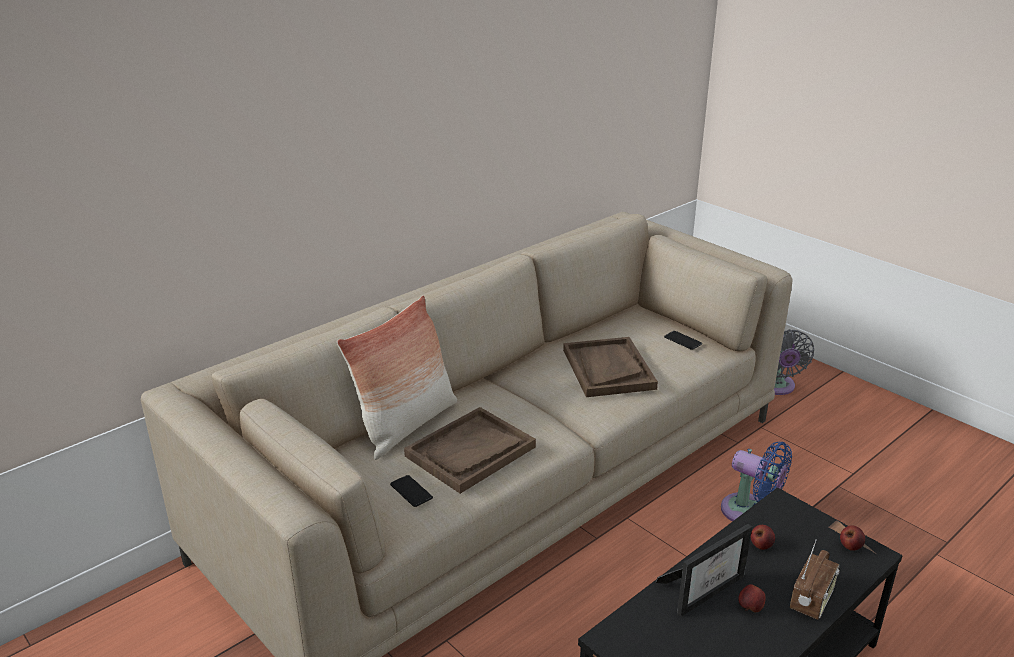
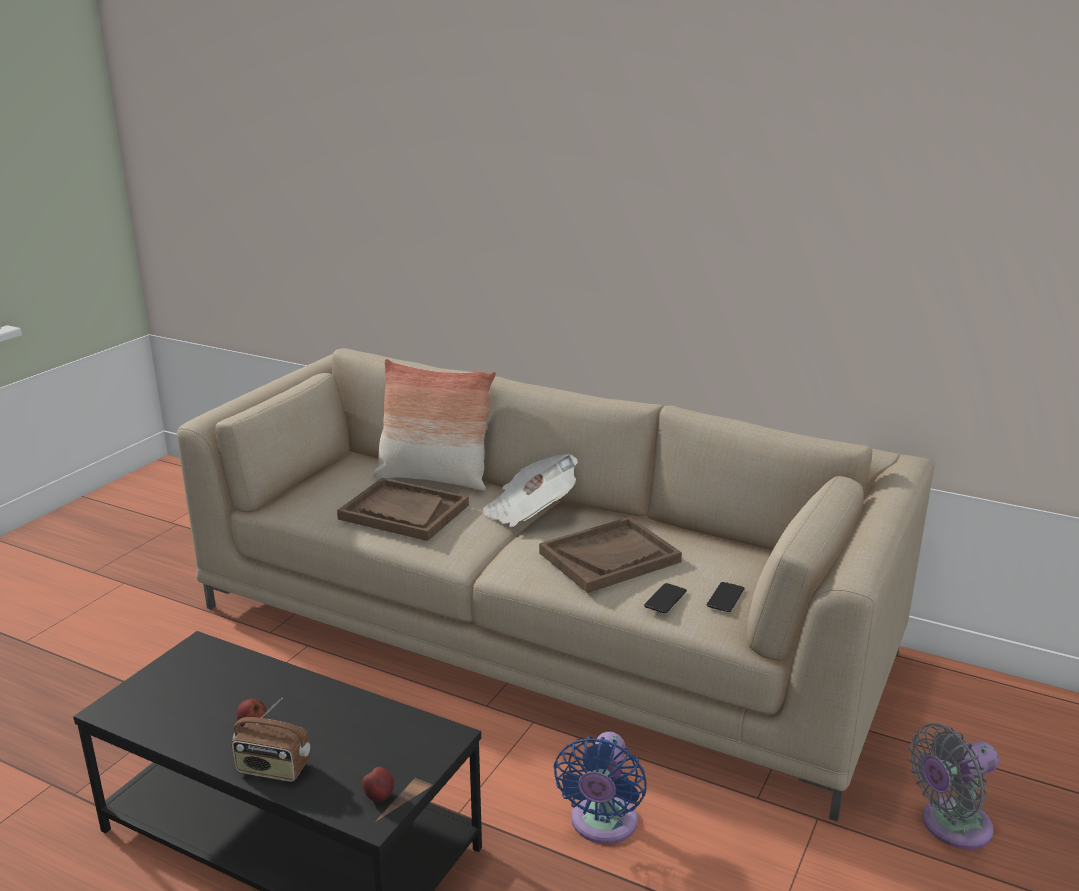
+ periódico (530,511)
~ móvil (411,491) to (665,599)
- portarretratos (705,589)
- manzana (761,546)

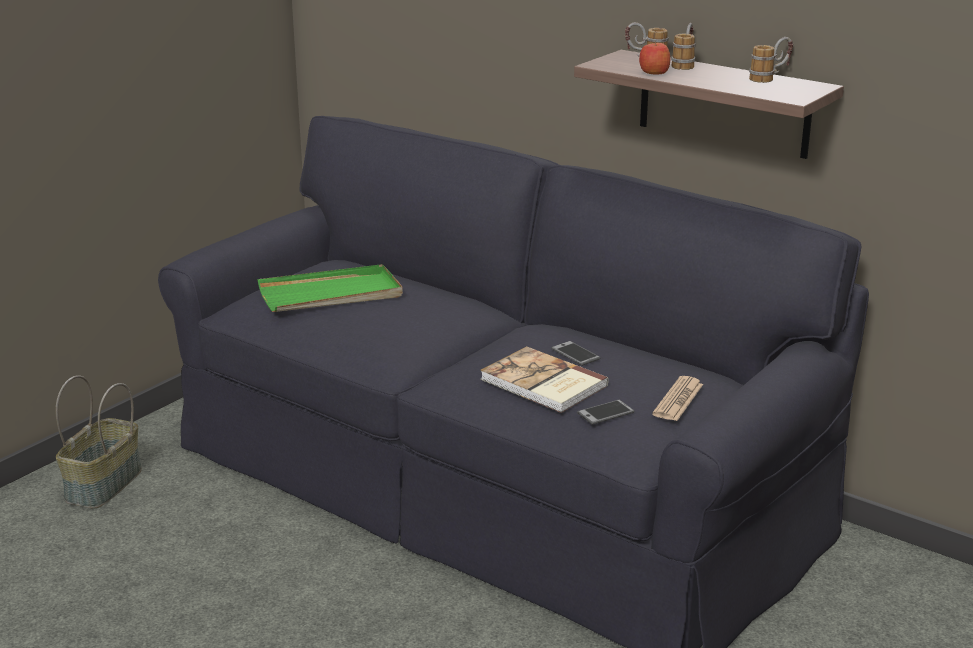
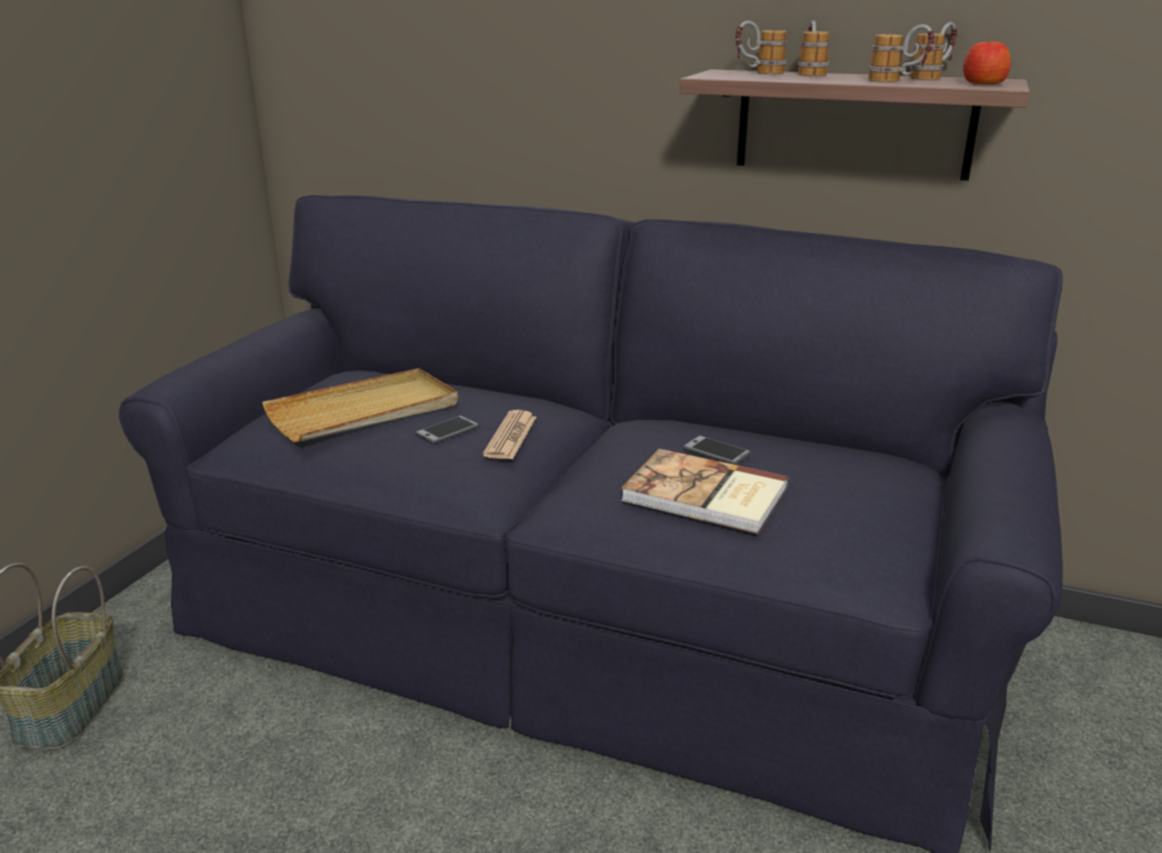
~ bandeja/verde (331,294) to bandeja/beis (364,412)
~ móvil (605,413) to (447,431)
~ periódico (678,400) to (510,436)
+ taza grande (897,81)
~ manzana (654,72) to (982,84)

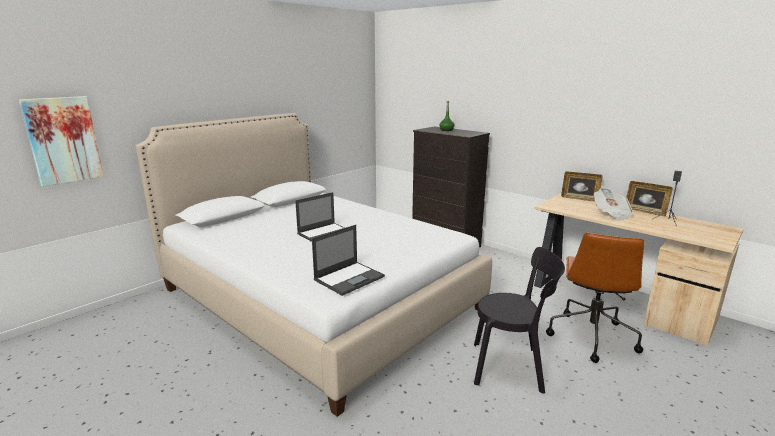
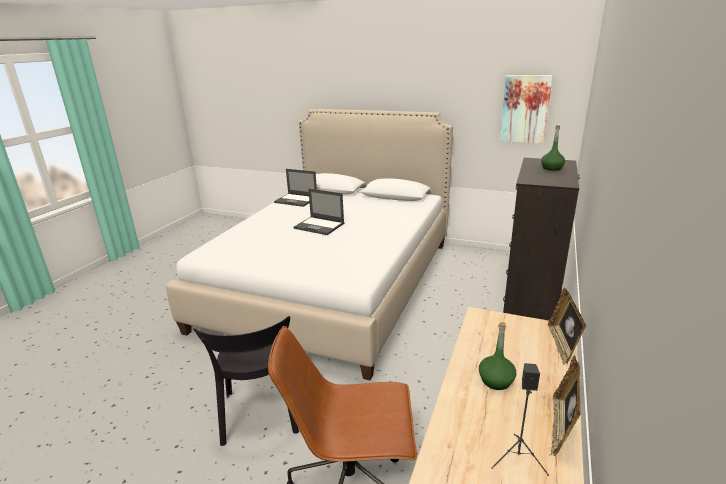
~ portátil (349,278) to (296,200)
~ periódico (611,214) to botella/verde (496,381)
~ cuadro (63,140) to (525,109)

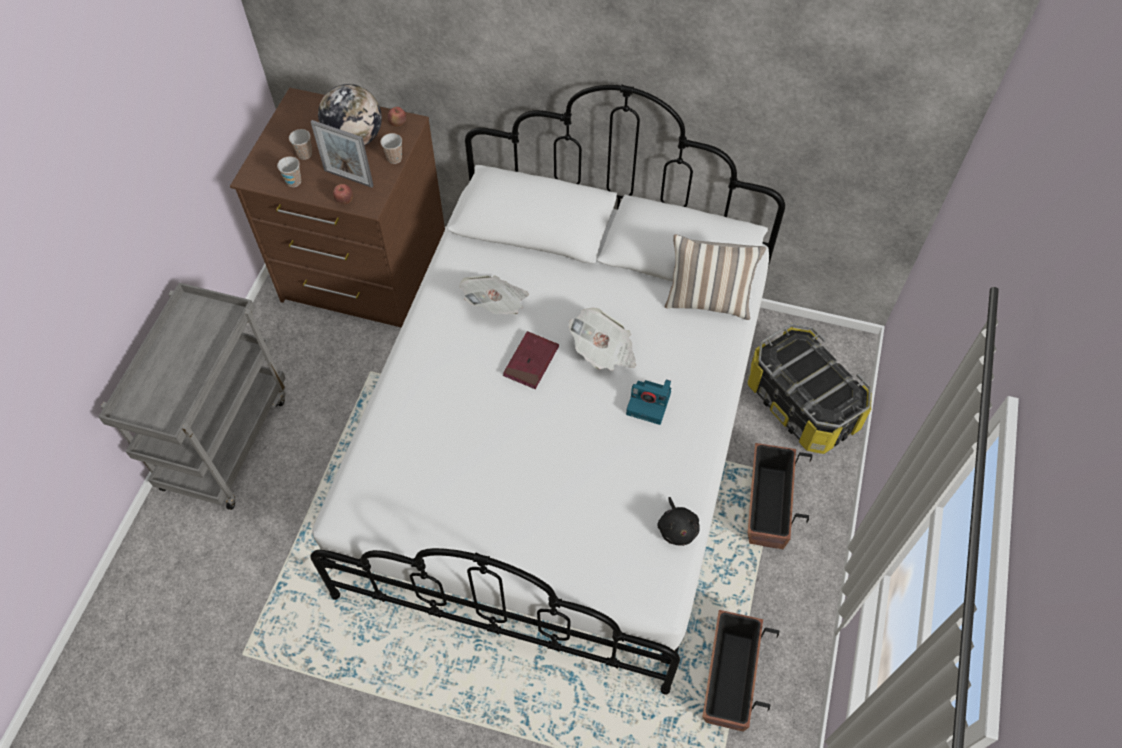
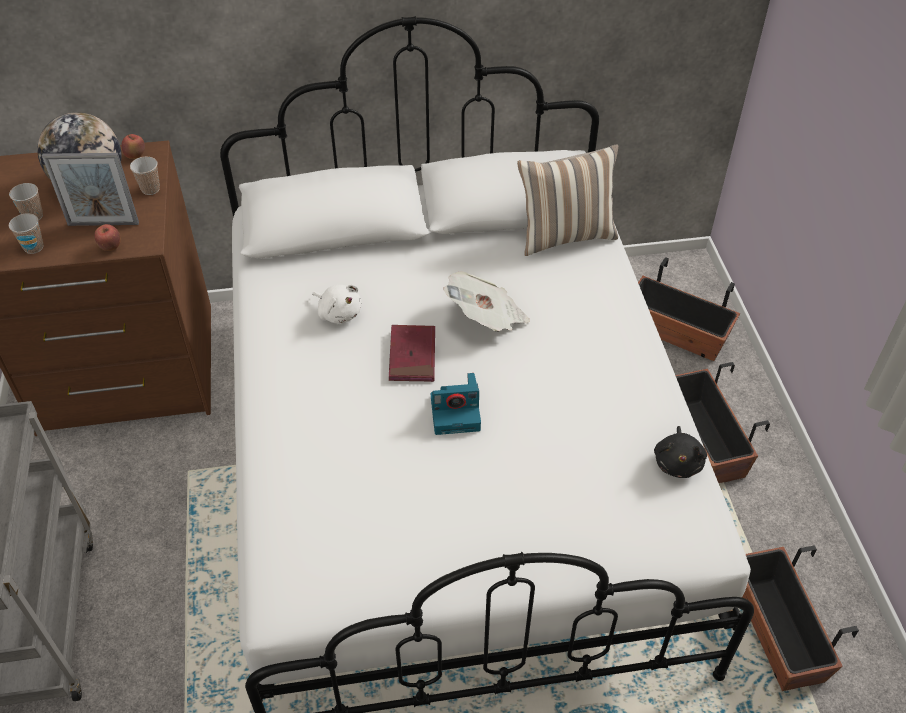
~ periódico (496,304) to peluche/blanco (338,313)
~ cámara (650,403) to (456,412)
~ caja de almacenaje (802,404) to maceta (676,333)
~ peluche/negro (677,528) = (678,462) 45 degrees clockwise

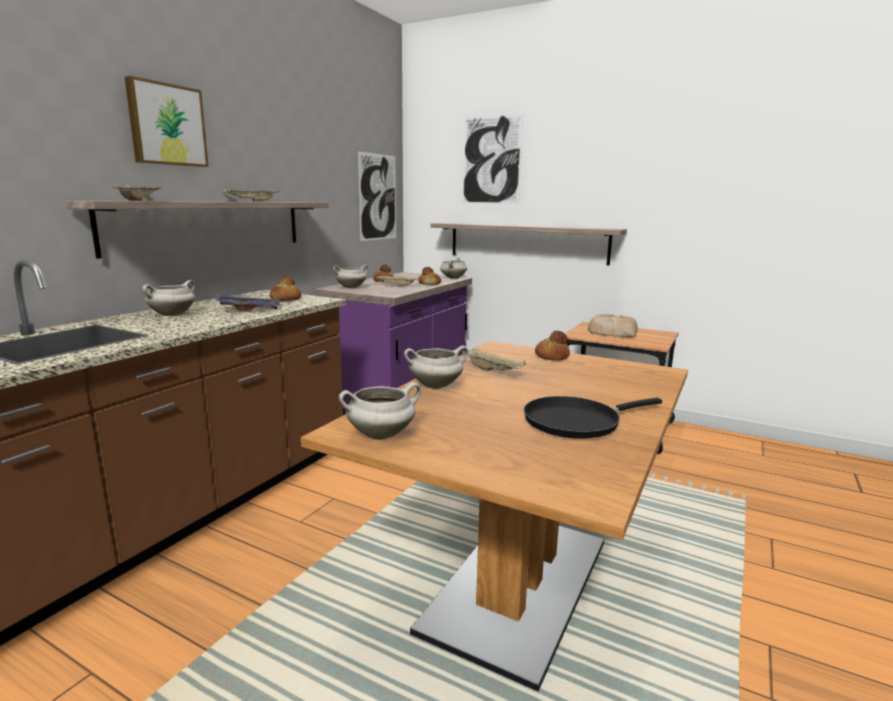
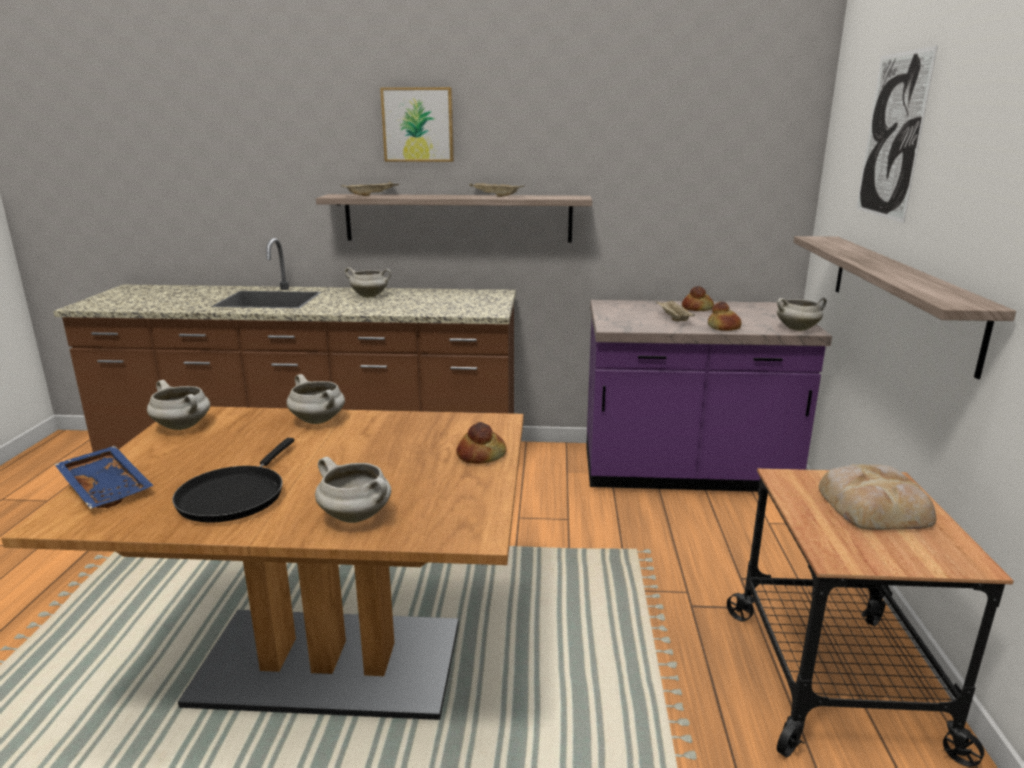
~ bandeja/azul (249,309) to (108,487)
~ sartén/negro (576,421) = (235,495) 120 degrees counterclockwise
~ olla/blanco (351,287) to (357,516)
- pan (285,299)
- cuadro (378,197)
- bandeja/beis (493,371)

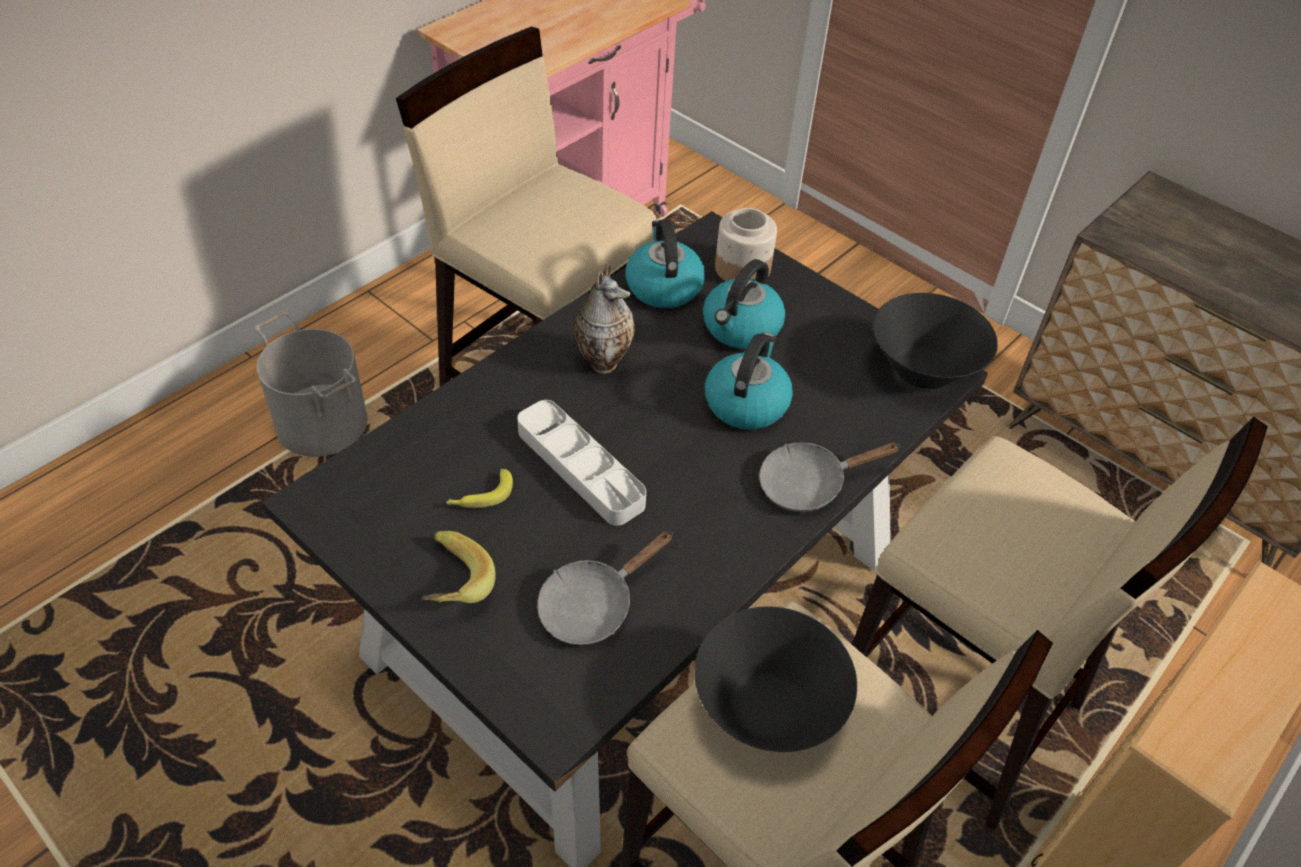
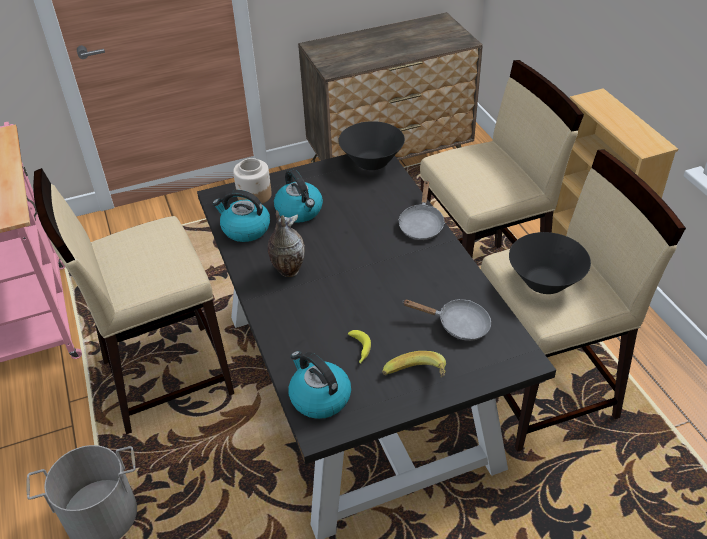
~ hervidor (746,402) to (319,397)
~ sartén/gris (593,605) = (458,325) 60 degrees counterclockwise
- bandeja/gris (580,467)

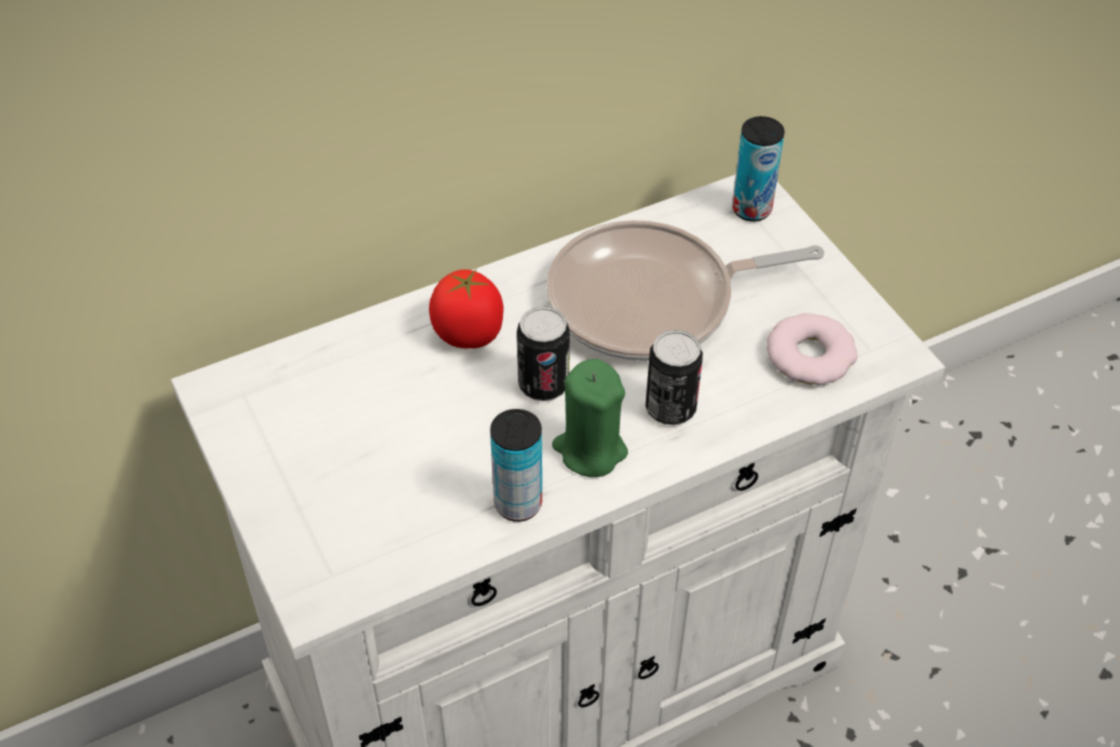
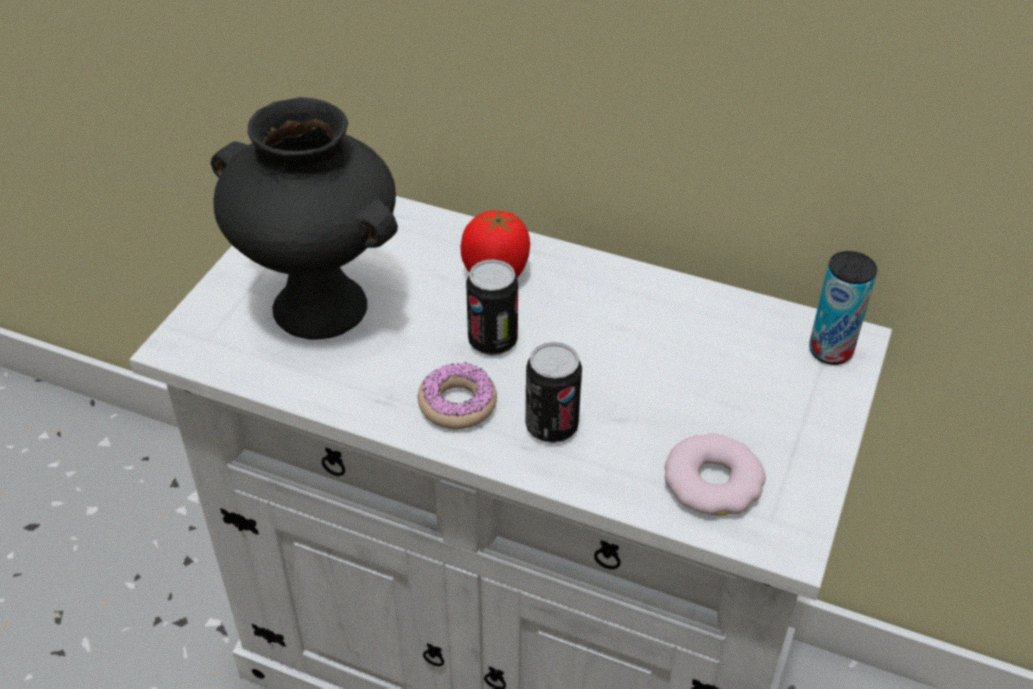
+ florero/negro (323,306)
~ vela/verde (590,449) to rosquilla (457,404)
- lata (518,504)
- sartén (651,301)

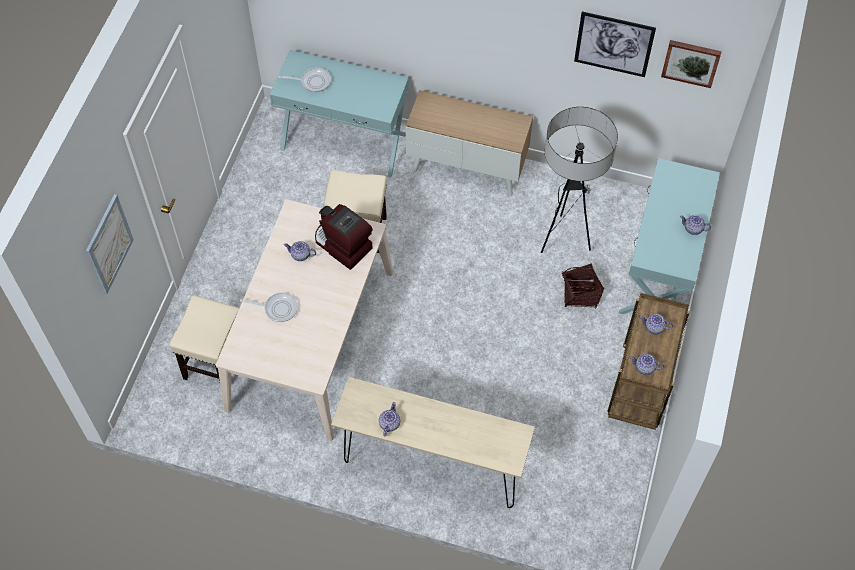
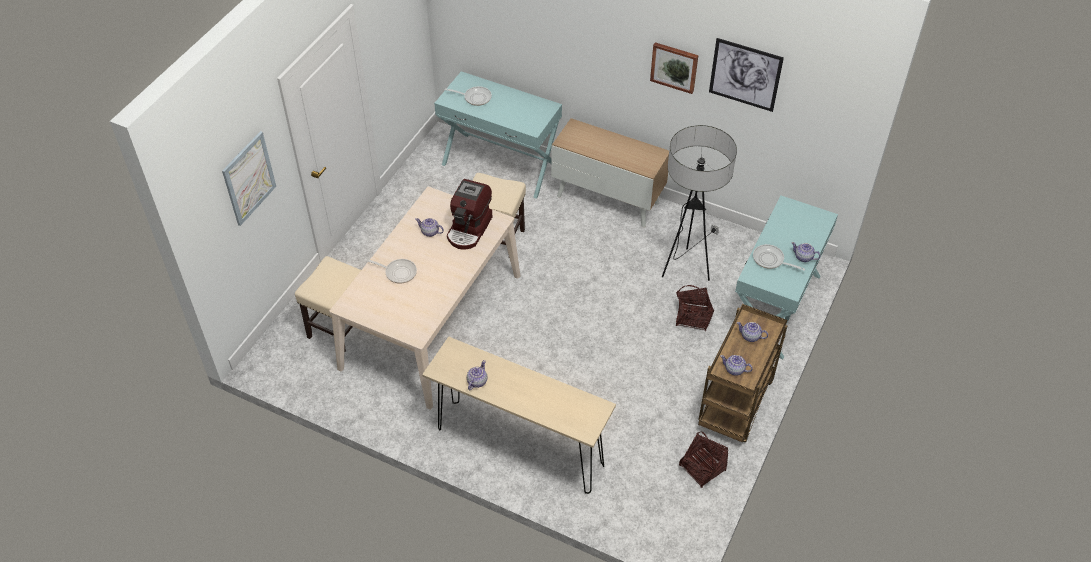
~ cafetera (342,245) = (469,229) 120 degrees counterclockwise
~ cuadro (691,62) to (674,67)
+ cesta (702,468)
+ sartén (770,260)

